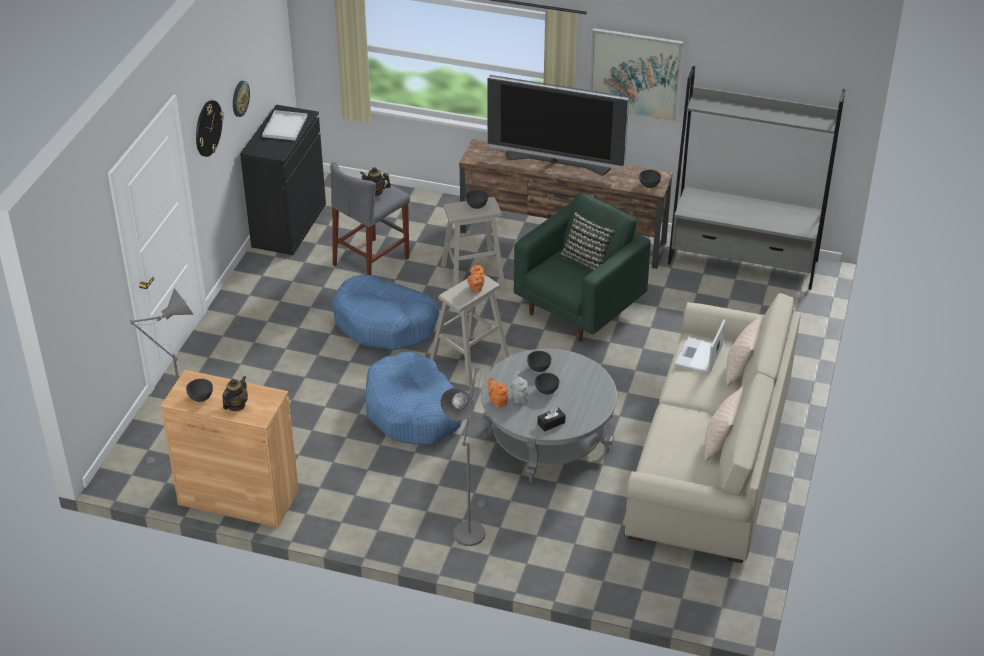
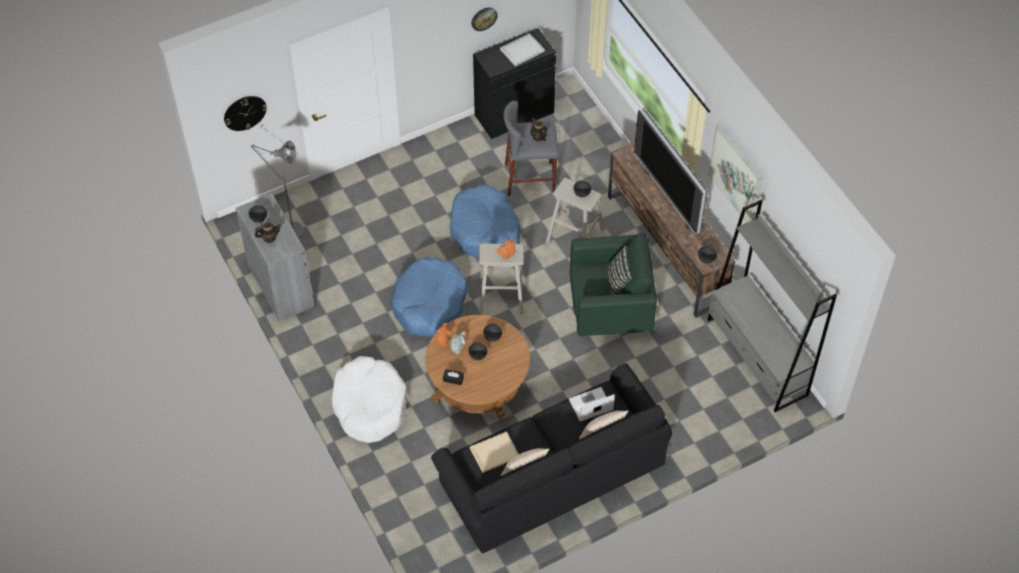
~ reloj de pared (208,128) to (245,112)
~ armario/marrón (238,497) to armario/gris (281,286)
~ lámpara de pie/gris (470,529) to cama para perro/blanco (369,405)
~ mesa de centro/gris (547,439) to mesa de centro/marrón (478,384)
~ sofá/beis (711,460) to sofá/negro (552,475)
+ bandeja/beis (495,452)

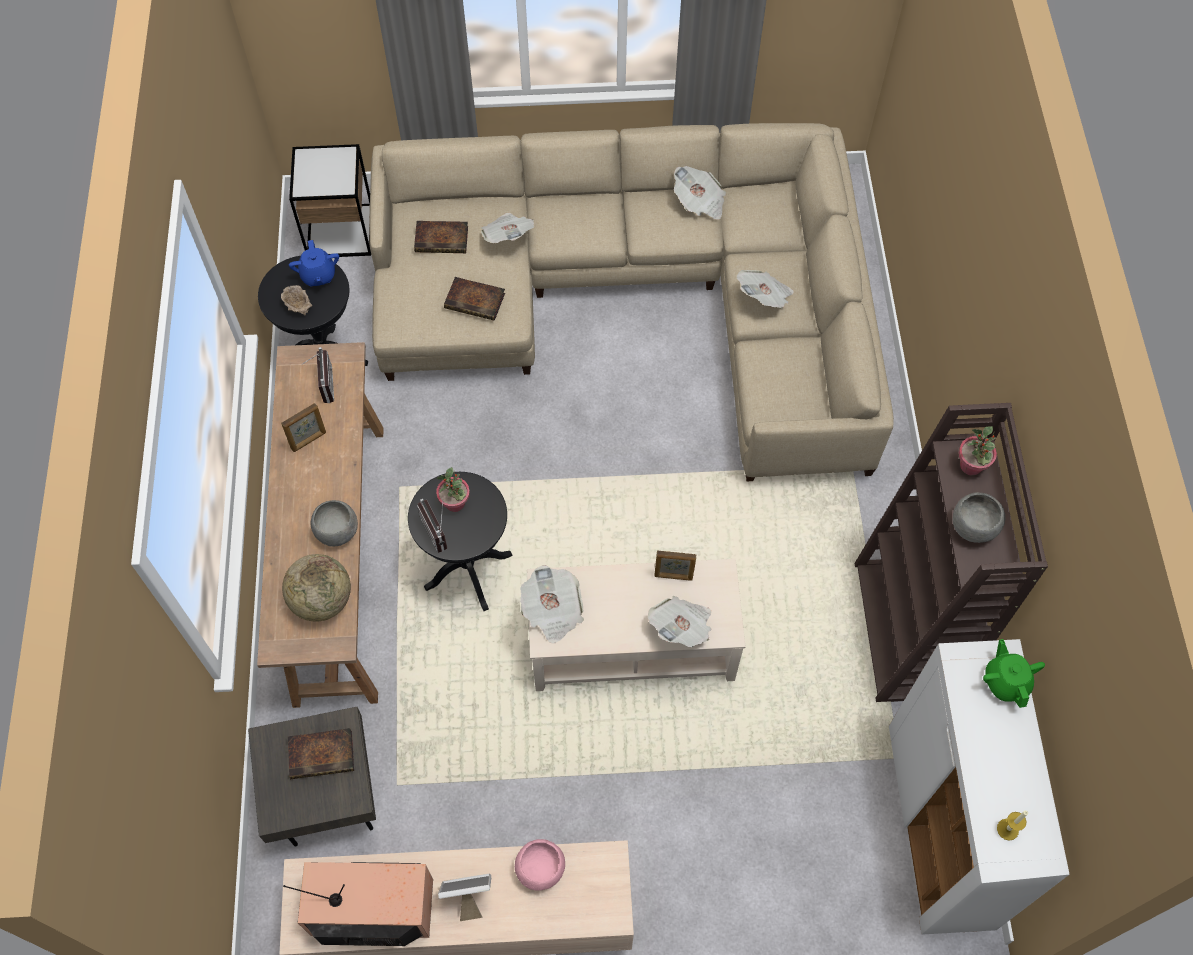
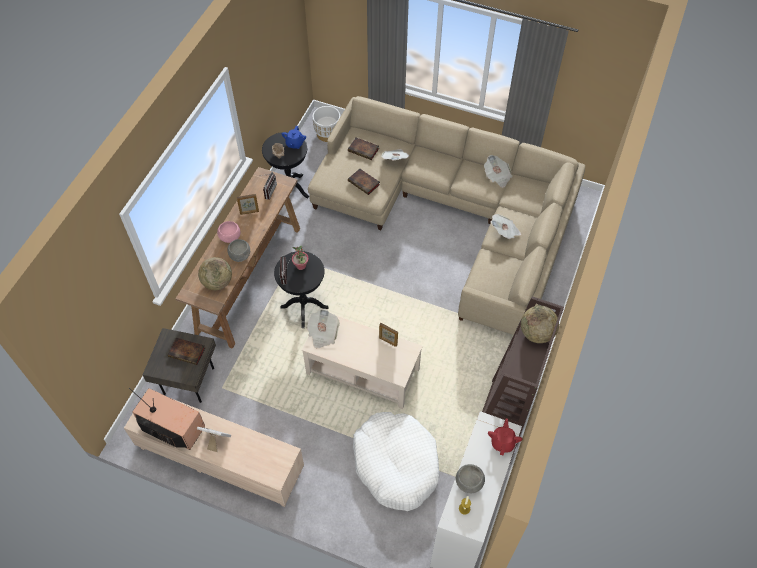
~ cuenco/rosa (540,869) to (230,237)
~ mesa auxiliar (340,231) to maceta/blanco (327,134)
+ cama para perro/blanco (396,464)
~ cuenco/gris (973,527) to (469,482)
~ tetera/verde (1005,682) to tetera/rojo (503,442)
~ planta en maceta (971,466) to globo terráqueo (536,333)
- periódico (682,627)

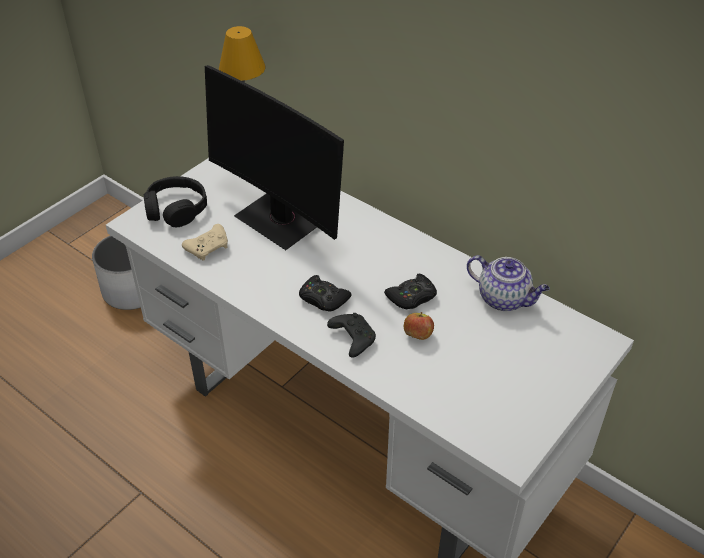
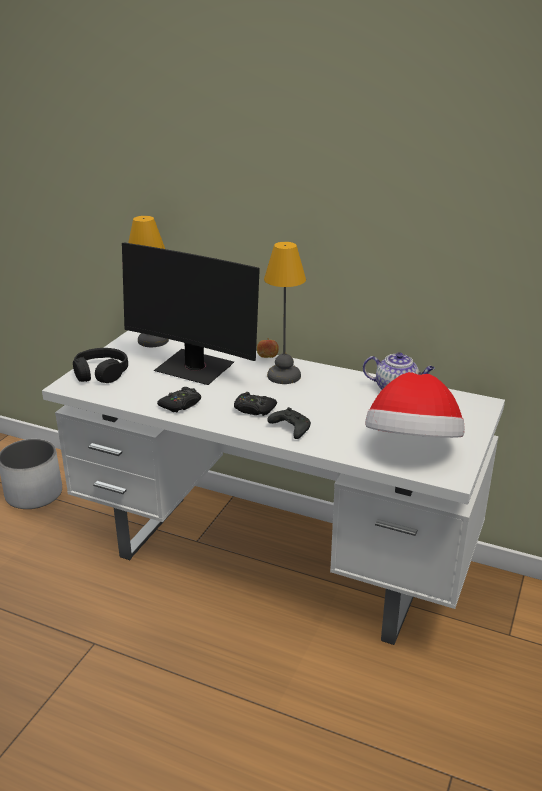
~ mando de consola/negro (412,297) to (181,404)
~ manzana (418,335) to (267,357)
+ lámpara de mesa (283,376)
+ sombrero (412,446)
- mando de consola/beis (209,247)

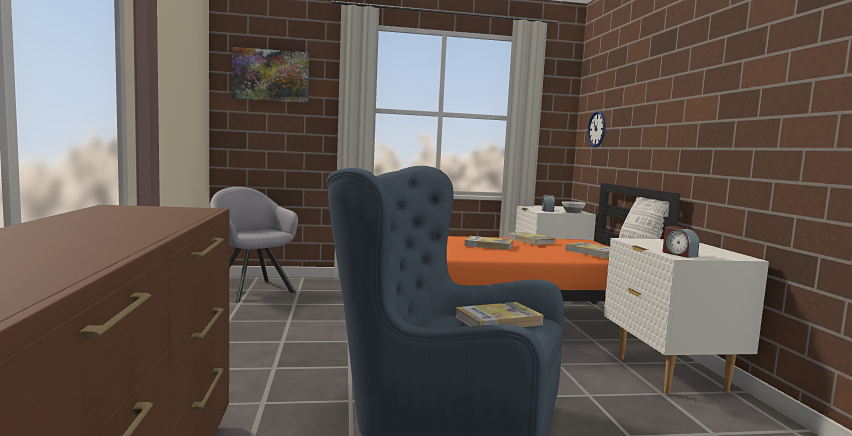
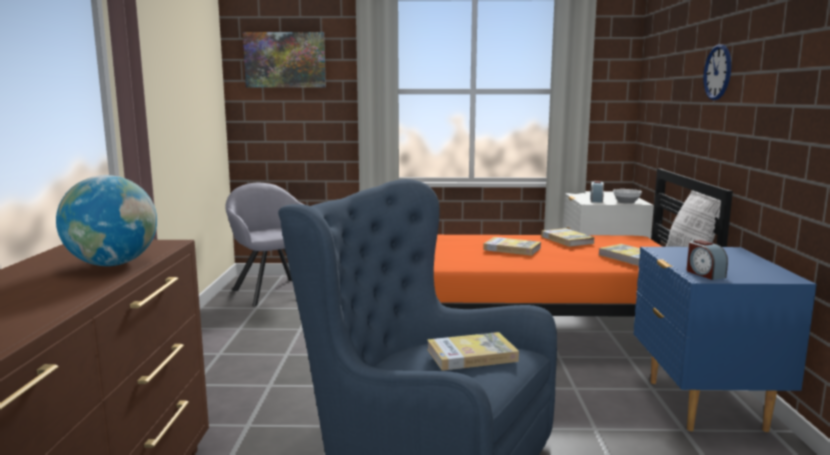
+ globo terráqueo (113,264)
~ mesita de noche/blanco (668,374) to mesita de noche/azul (703,405)
~ reloj de pared (597,129) to (718,72)

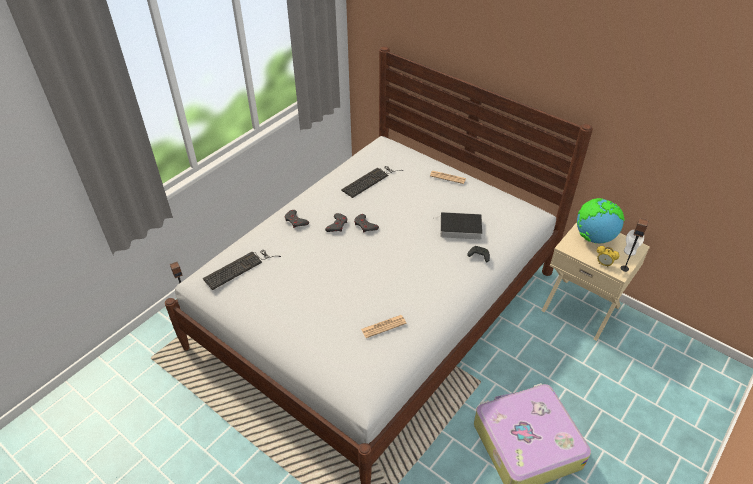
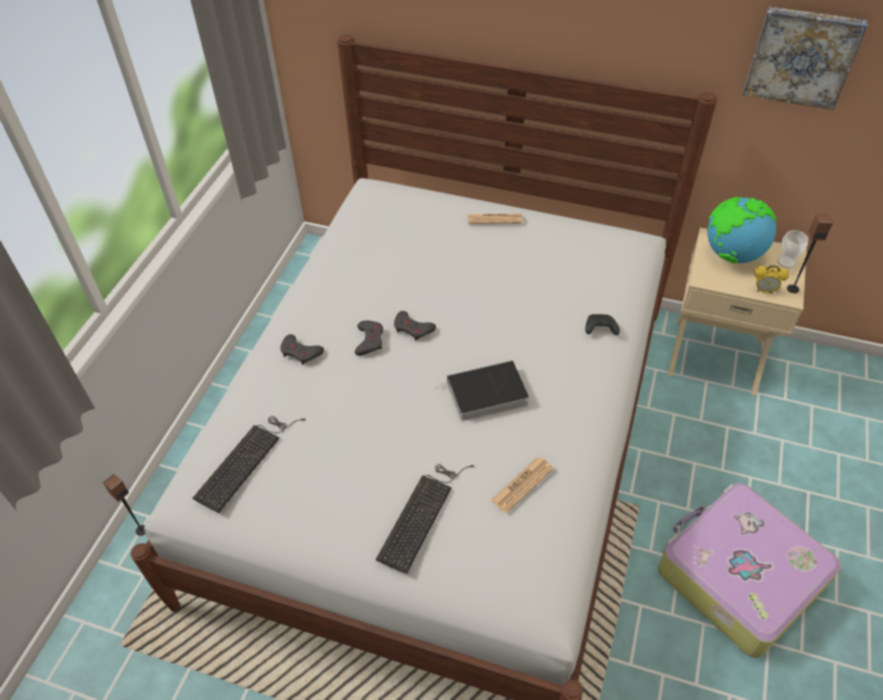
~ teclado (370,180) to (422,513)
~ libro (459,228) to (484,395)
+ cuadro (802,56)

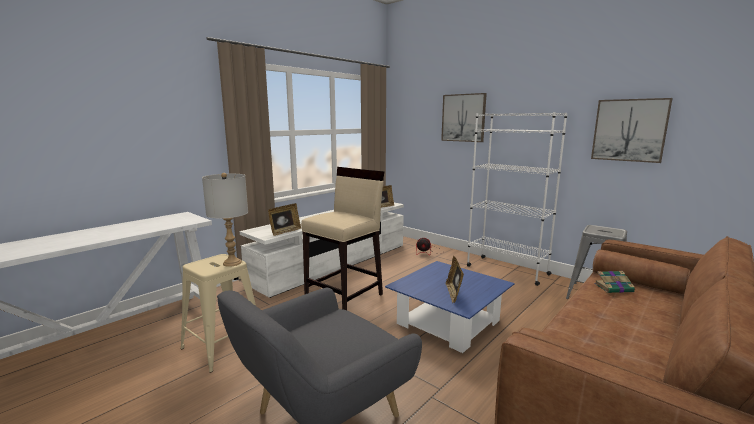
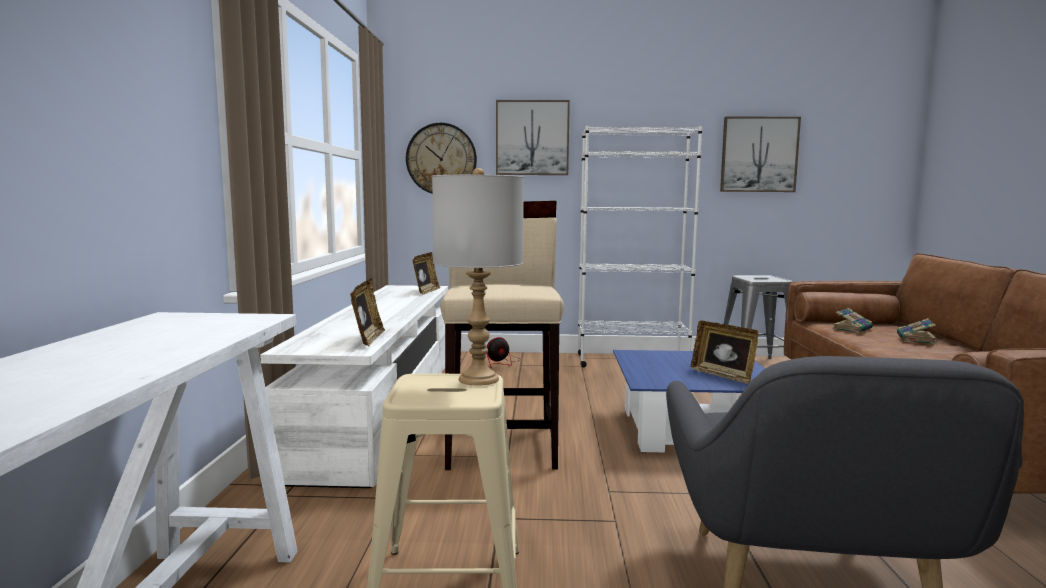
+ reloj de pared (441,159)
+ libro (916,339)

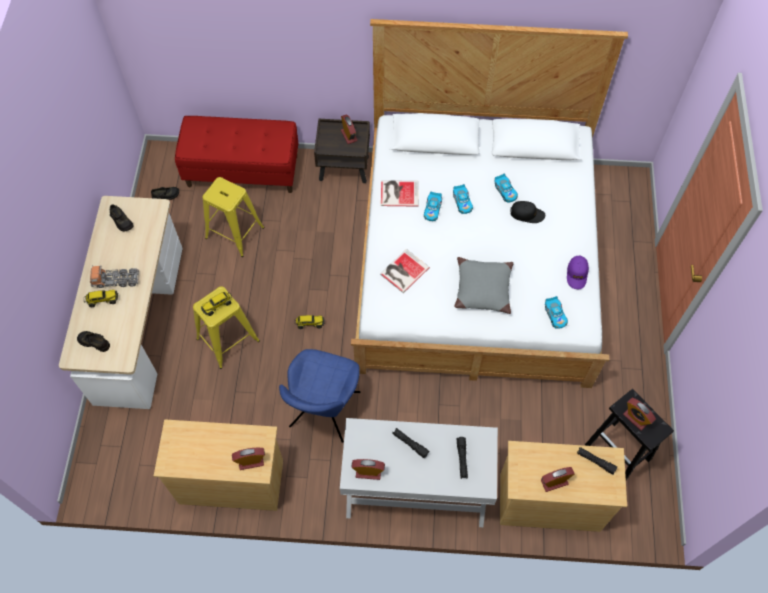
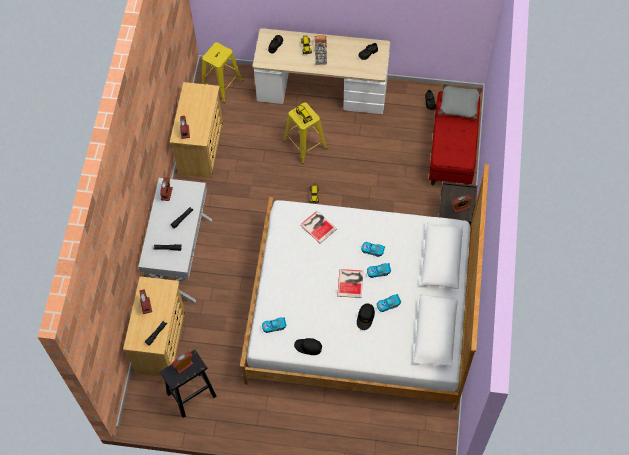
~ taburete/amarillo (234,233) to (221,85)
~ gorra/morado (577,274) to gorra/negro (308,347)
~ libro (398,193) to (351,282)
~ cojín/gris (482,289) to (459,105)
- silla/azul (323,412)

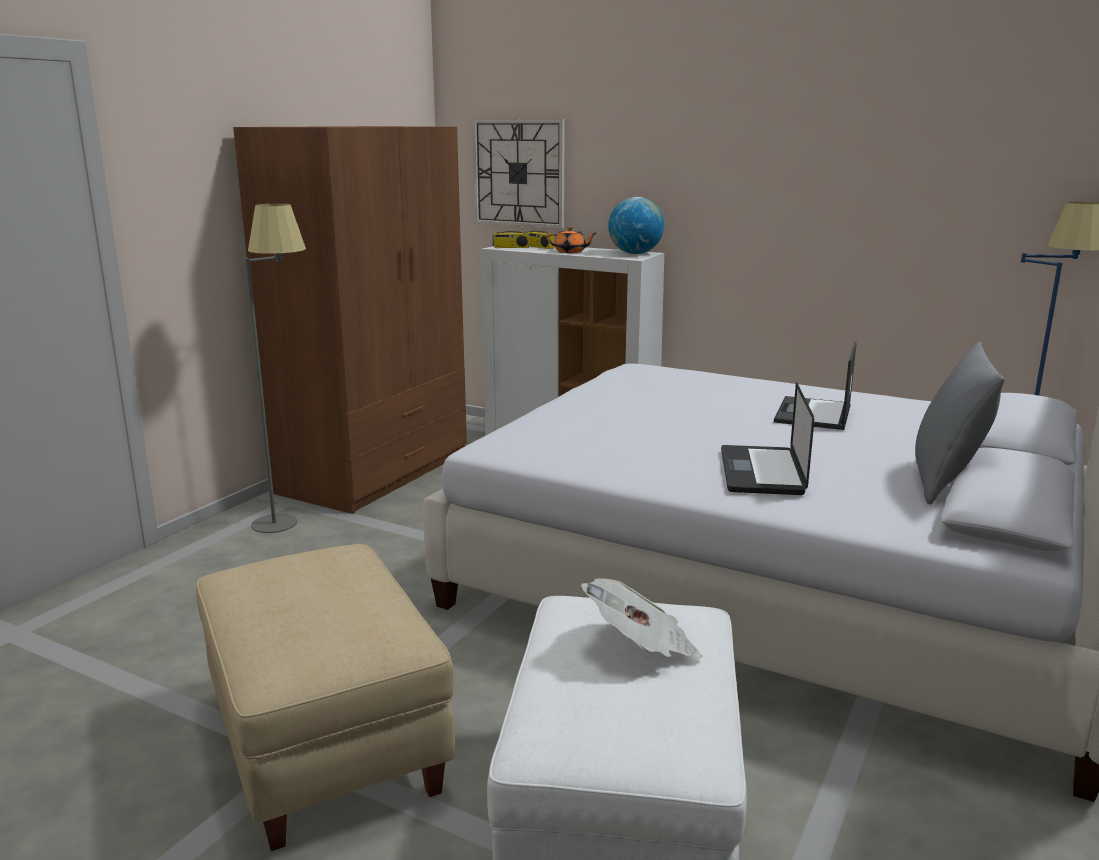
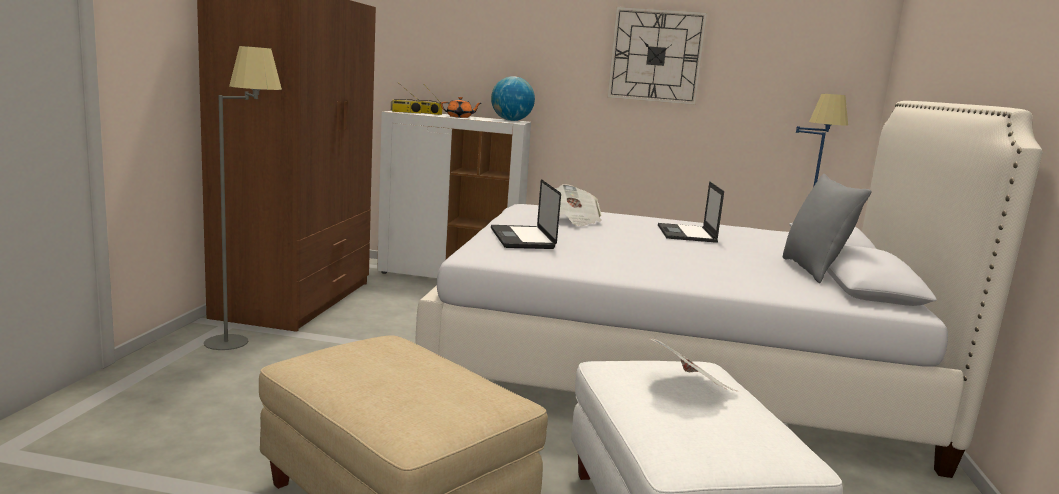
~ portátil (761,472) to (522,238)
+ periódico (574,220)
~ reloj de pared (519,173) to (656,56)

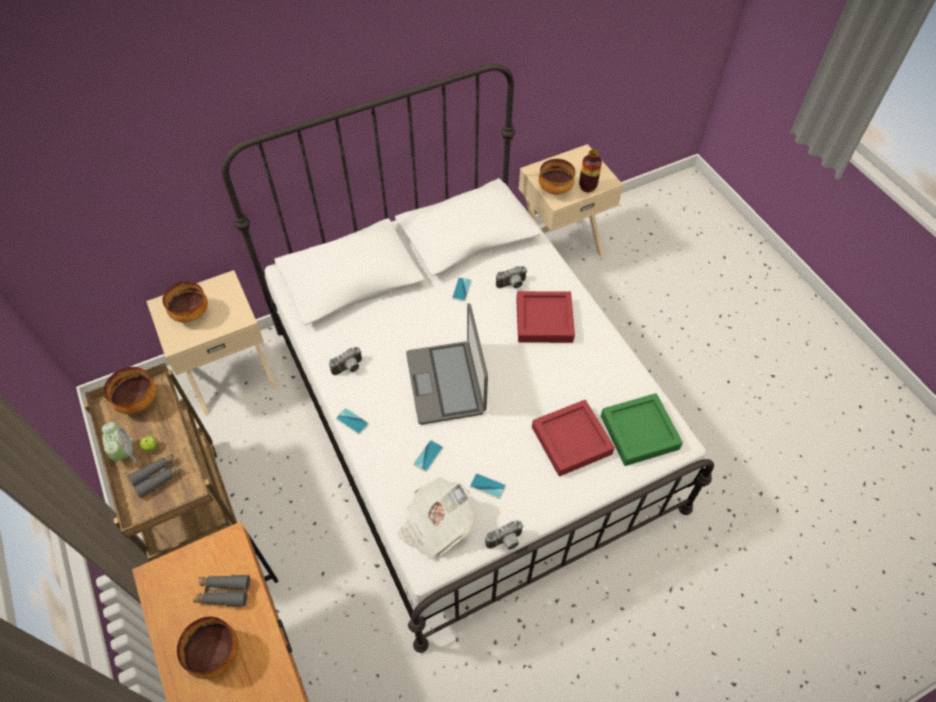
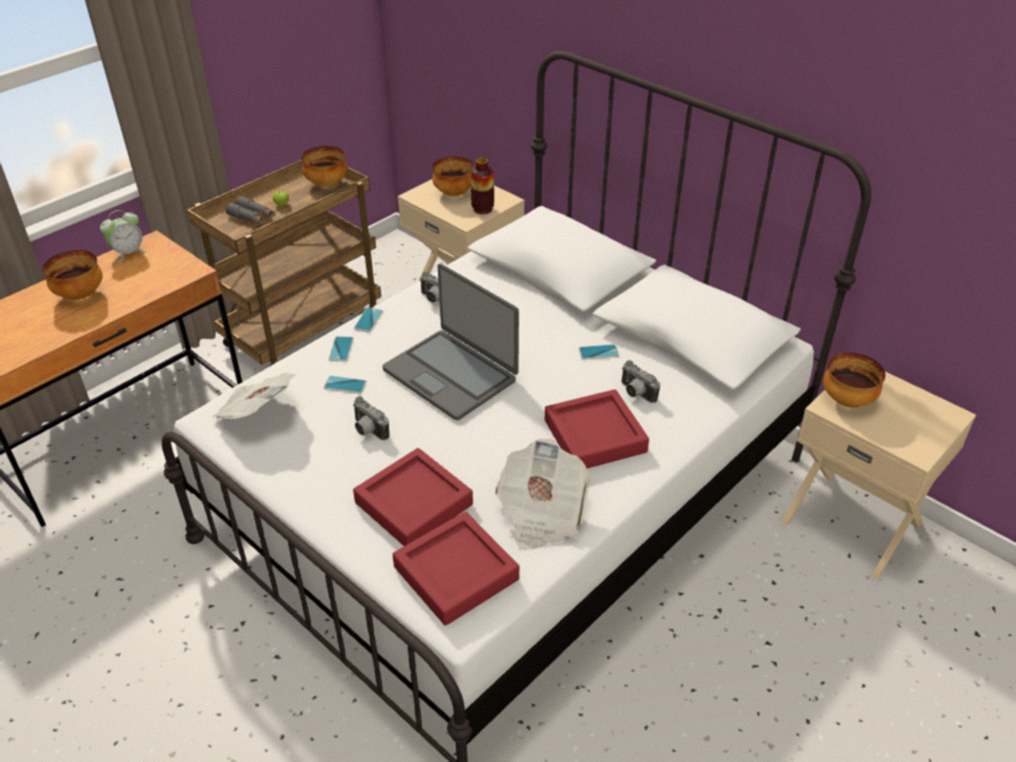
~ despertador (124,453) to (128,253)
~ móvil (487,486) to (341,349)
~ cámara (505,542) to (367,430)
~ portátil (446,383) = (451,374) 105 degrees counterclockwise
~ bandeja/verde (639,432) to bandeja/rojo (456,573)
~ florero (587,187) to (482,209)
+ periódico (541,513)
- prismáticos/gris (223,592)

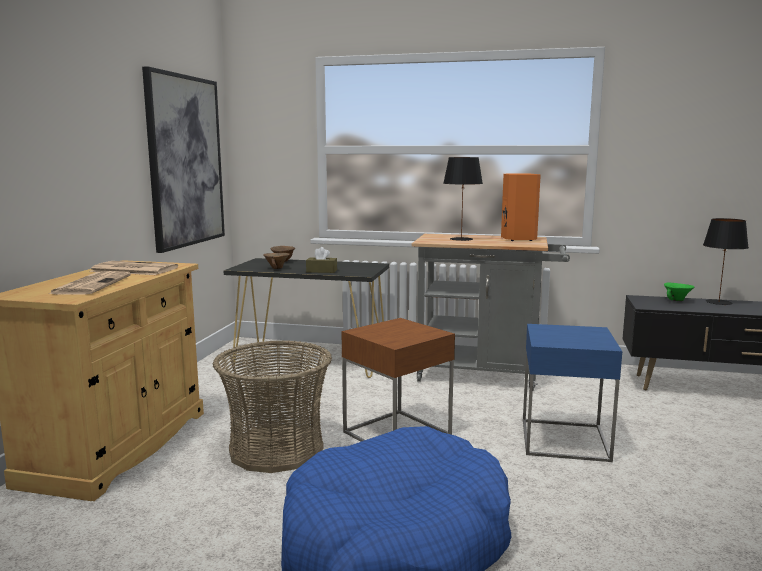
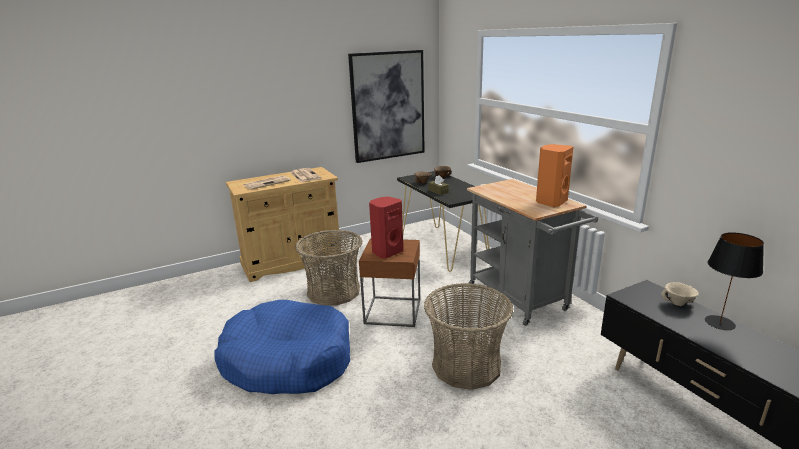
+ altavoz/rojo (386,252)
~ mesa auxiliar/azul (564,440) to cesta (466,365)
~ cuenco/verde (677,300) to cuenco/beis (677,303)
- lámpara de mesa/negro (461,239)

